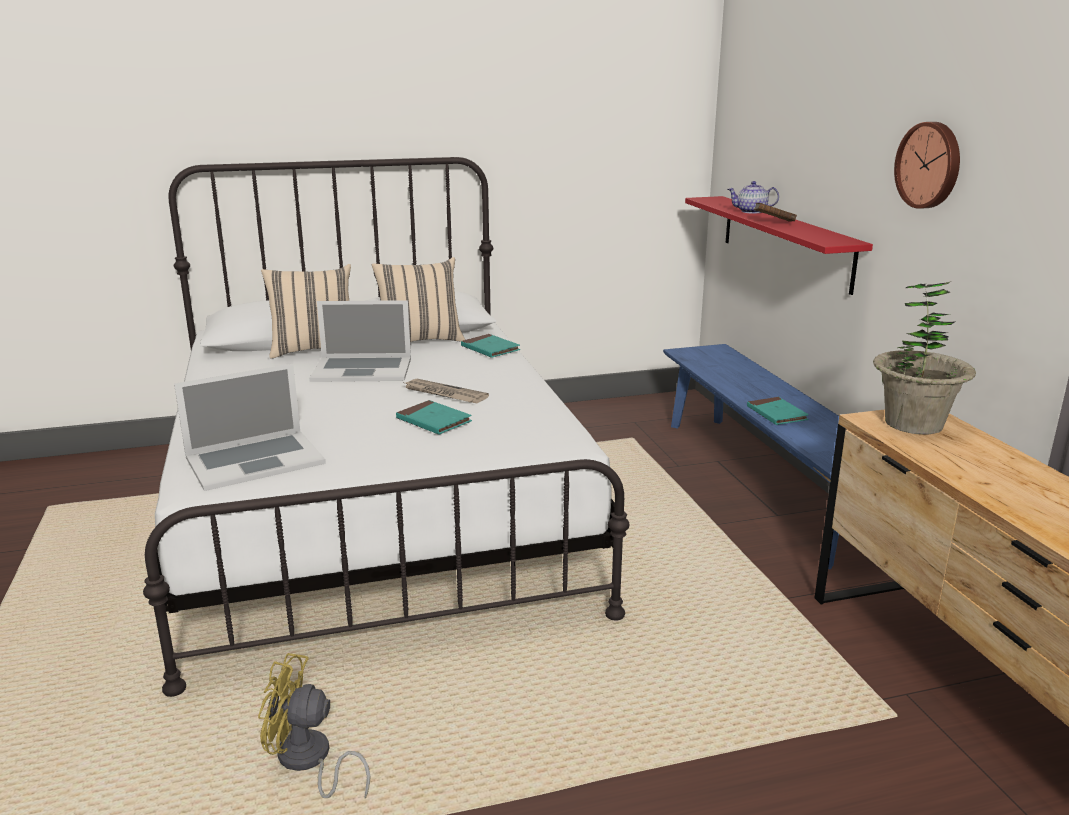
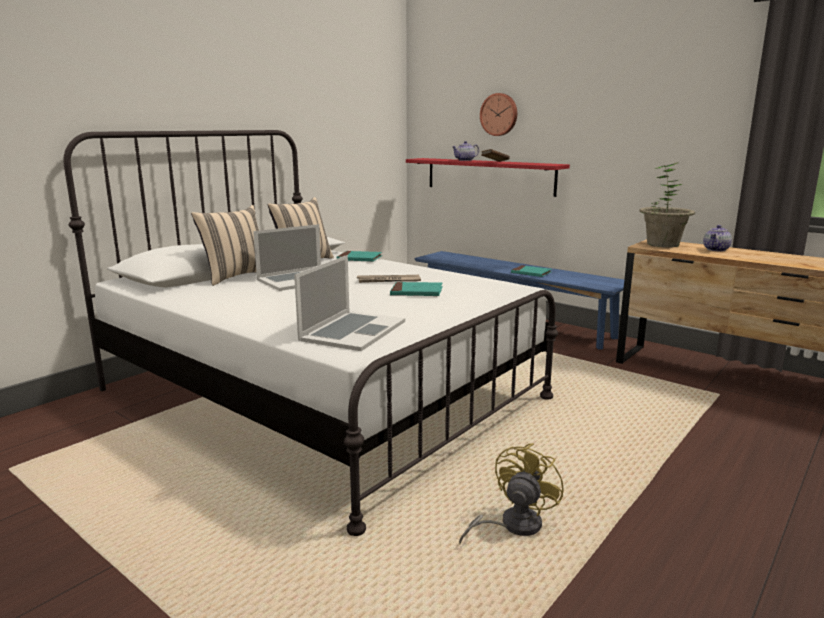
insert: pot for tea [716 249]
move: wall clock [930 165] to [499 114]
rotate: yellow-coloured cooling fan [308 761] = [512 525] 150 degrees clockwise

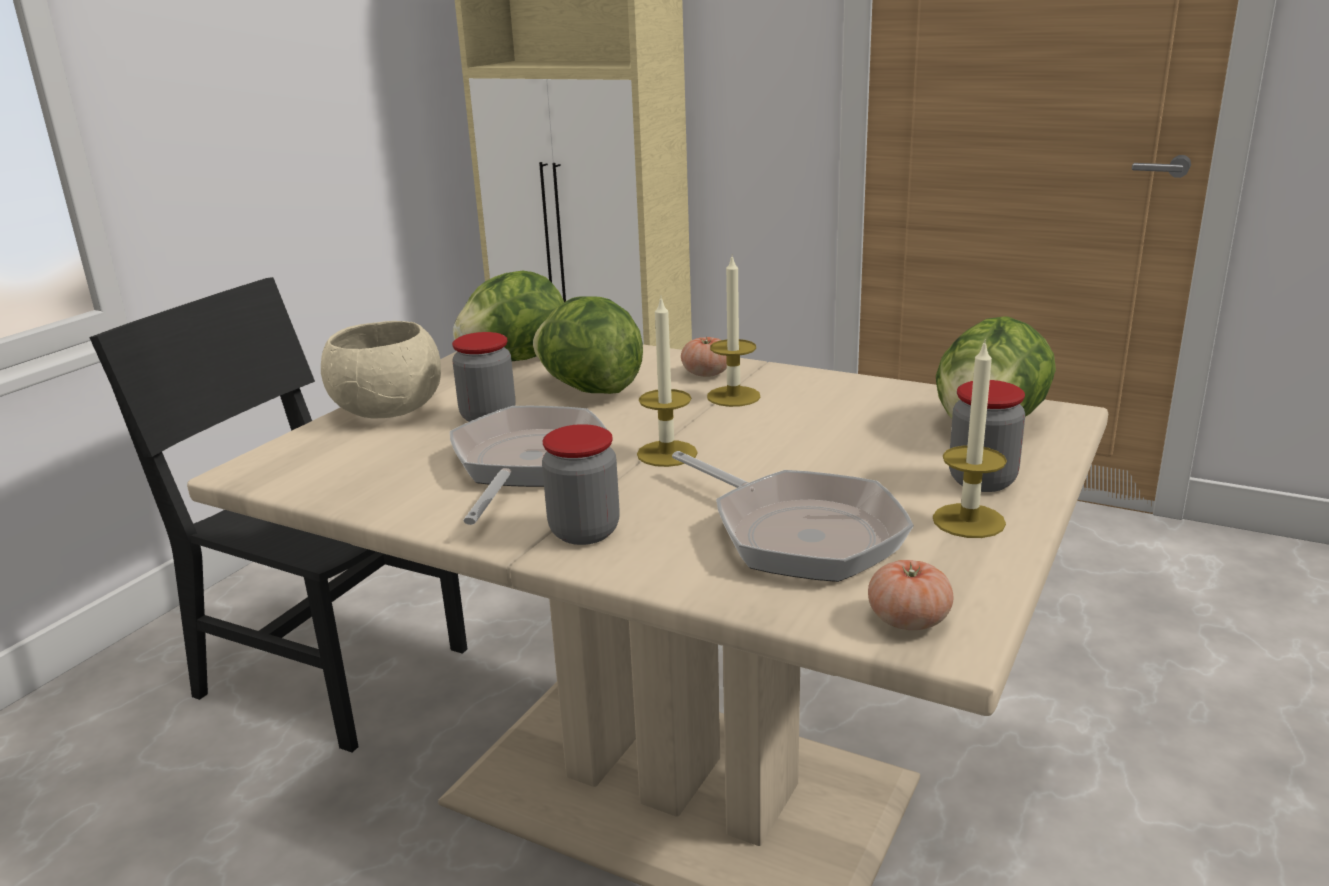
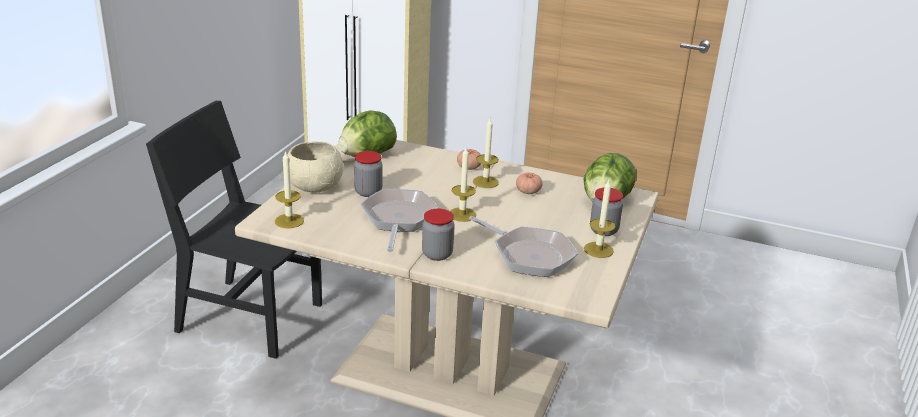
delete: lettuce [589 389]
insert: wax light [289 221]
move: tomato [908 620] to [528 191]

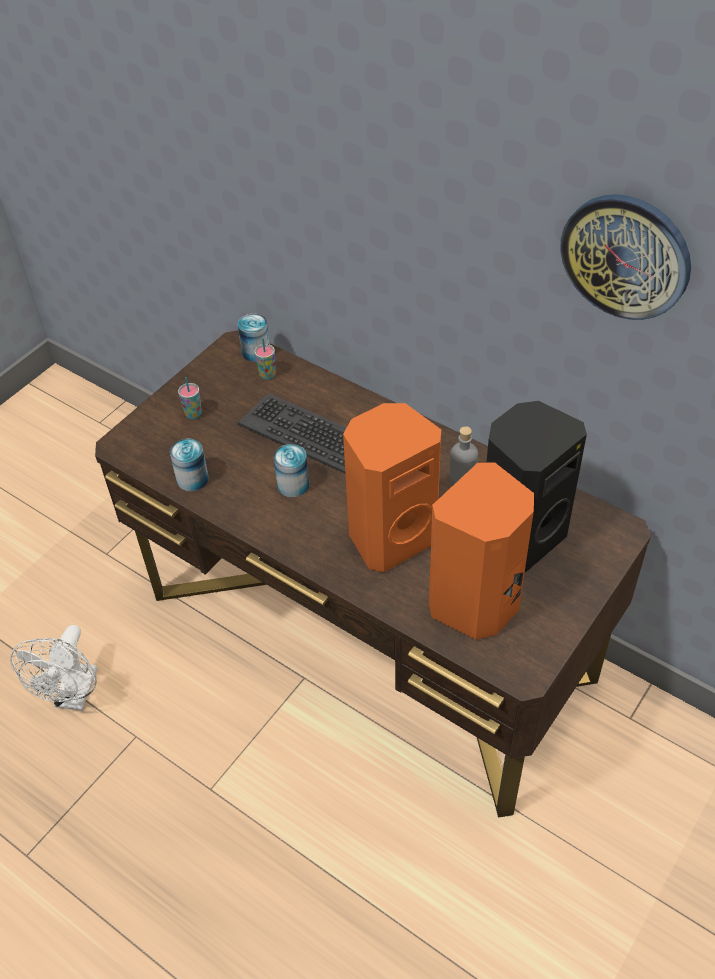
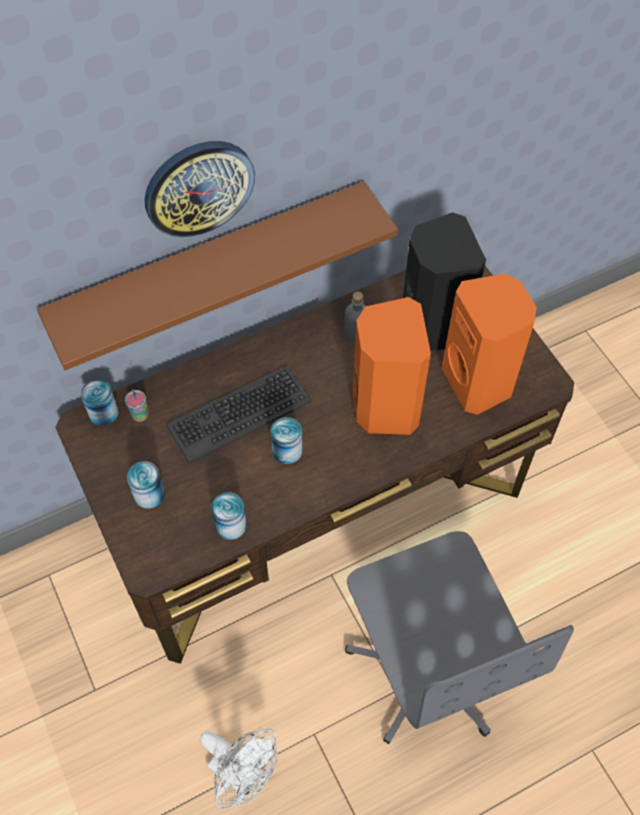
insert: brownish shelf [210 269]; greyish office chair [428 669]
move: wall clock [626 256] to [198 187]
replace: small cup [193 414] to metal can [149 494]

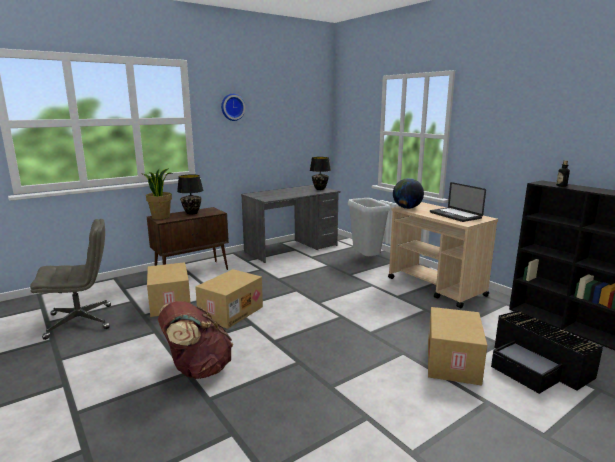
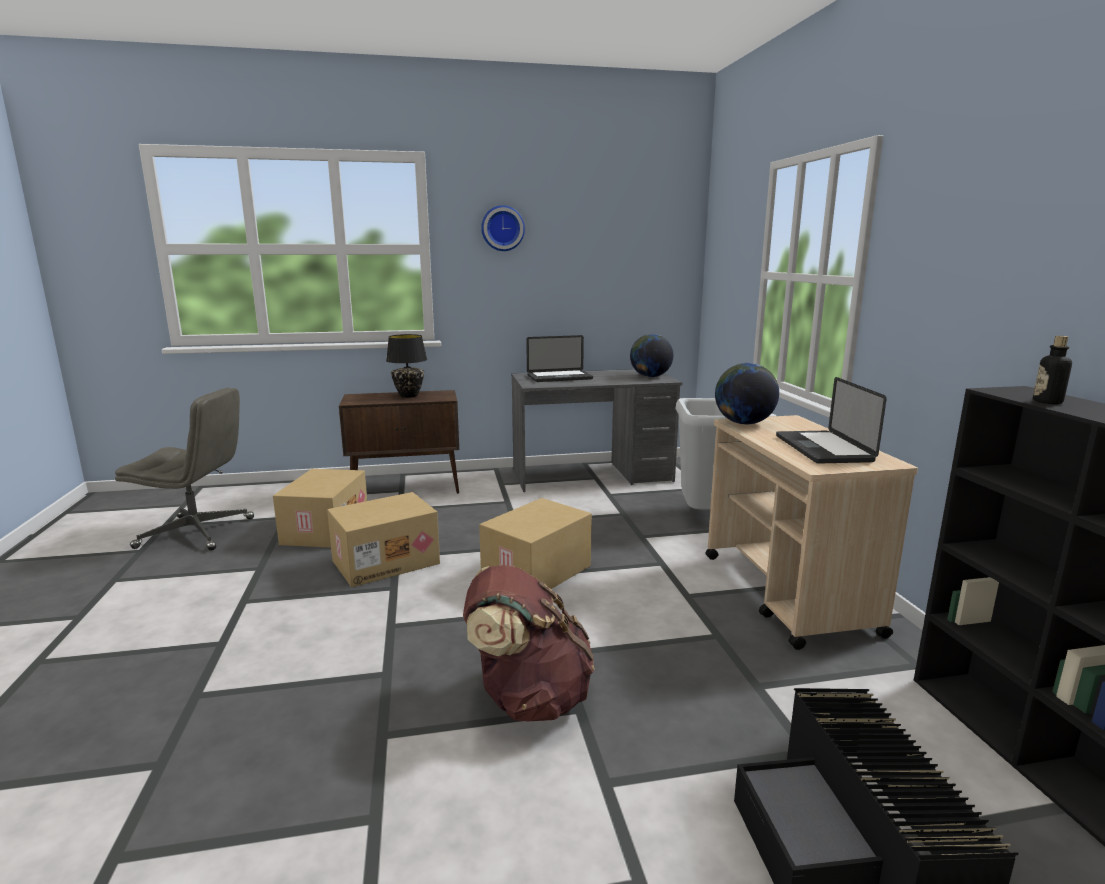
delete: houseplant [161 217]
insert: portable computer [559 377]
move: brownish backpack [197 369] to [528 698]; cardboard box [454 362] to [537 573]
replace: black lamp for a table [319 189] to world globe [650 376]

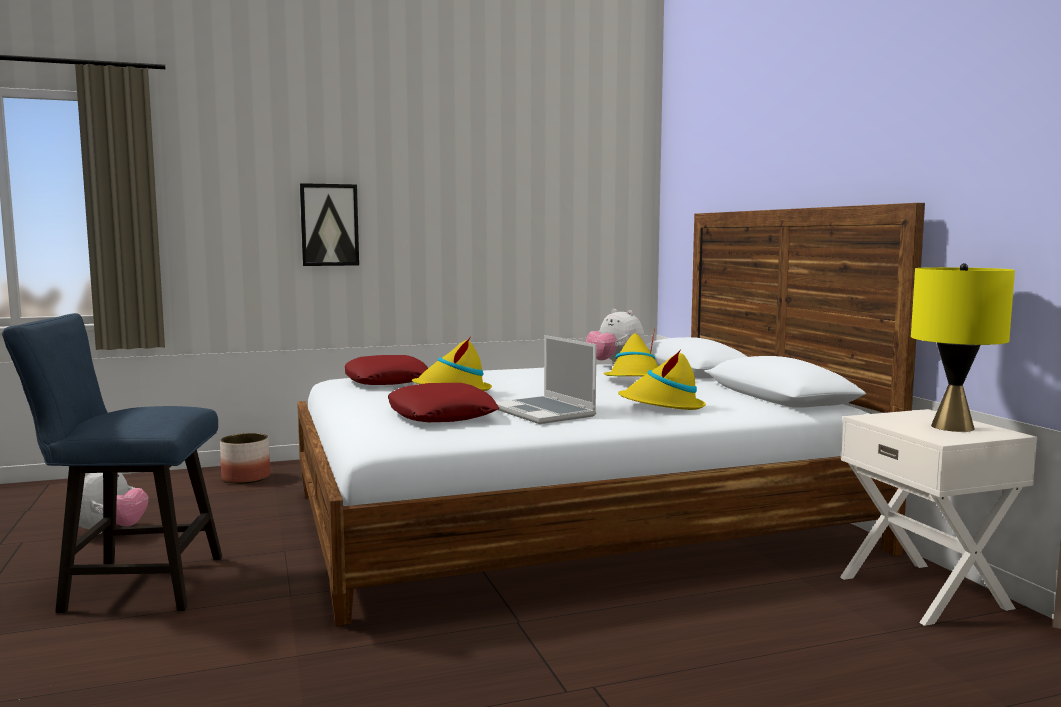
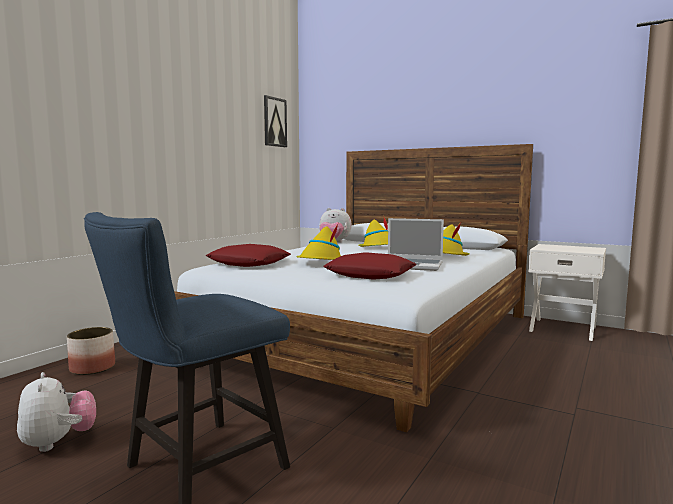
delete: yellow-coloured lamp for a table [953 427]
move: wall picture [329 225] to [274 122]

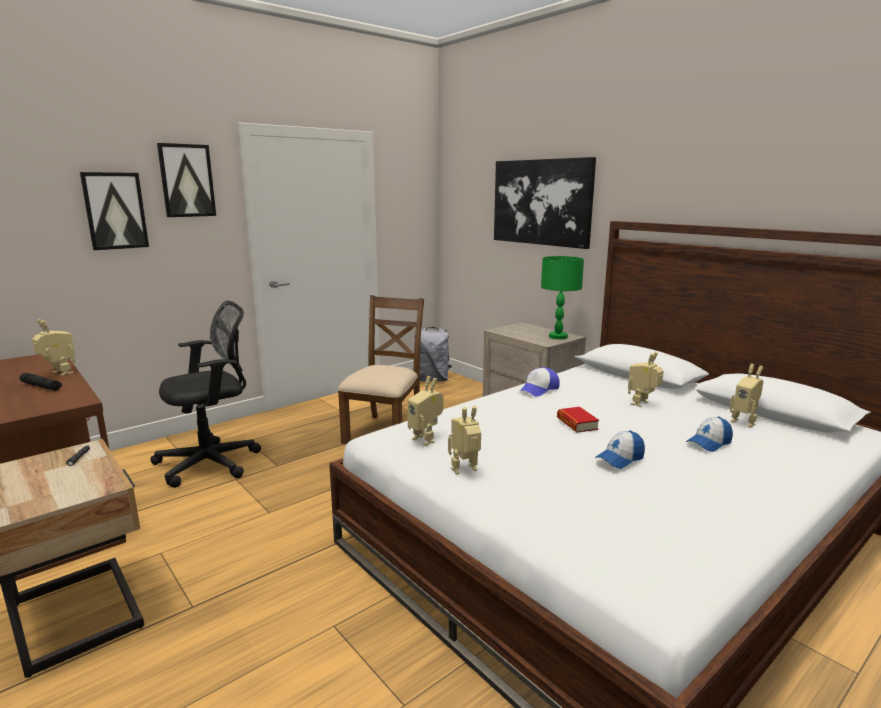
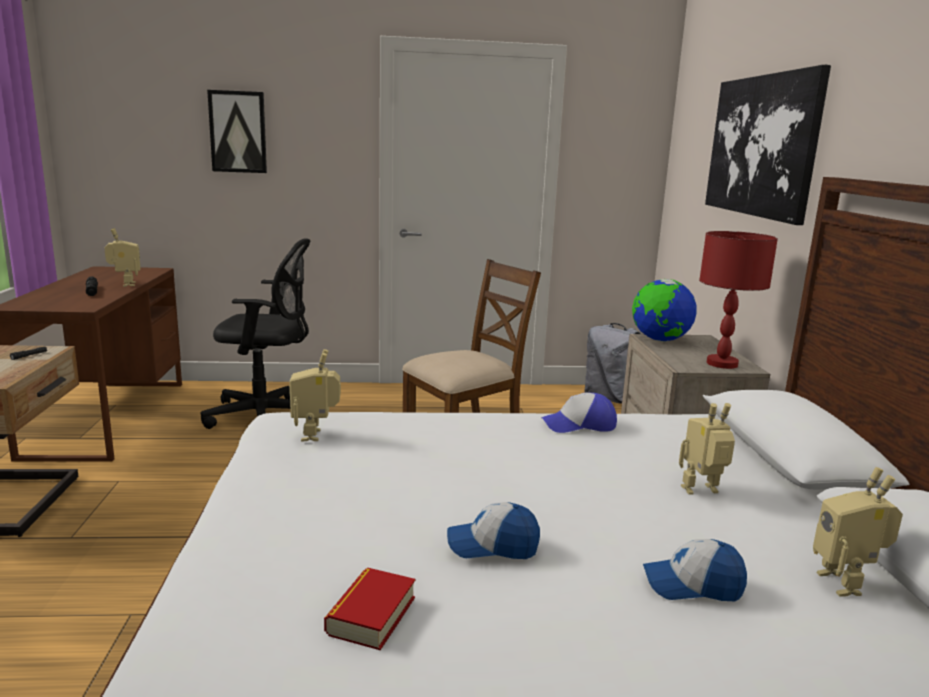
delete: wall picture [187 180]; model robot [466 471]
insert: world globe [660 340]
move: book [577 423] to [371 615]
recolor: greenish lamp for a table [557 337] to red lamp for a table [721 363]

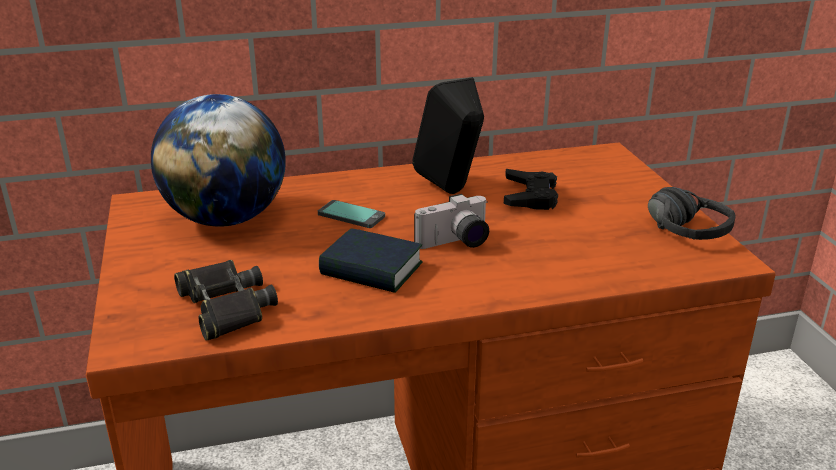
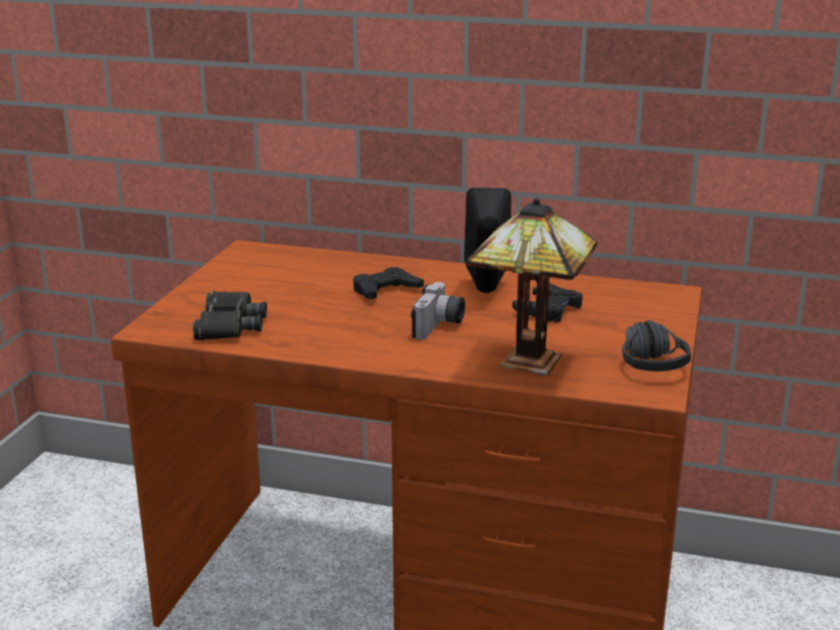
delete: world globe [226 219]; book [371 269]
insert: lamp for a table [525 362]
replace: handset [351 215] to black joypad [385 290]
rotate: still camera [456 243] = [439 326] 75 degrees counterclockwise

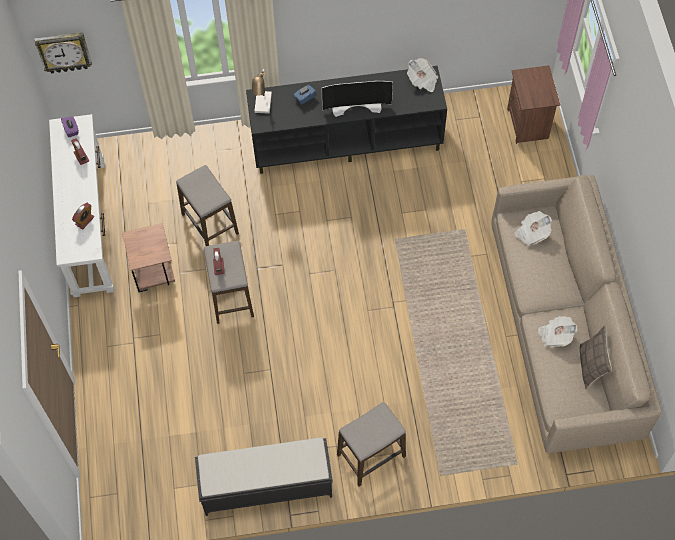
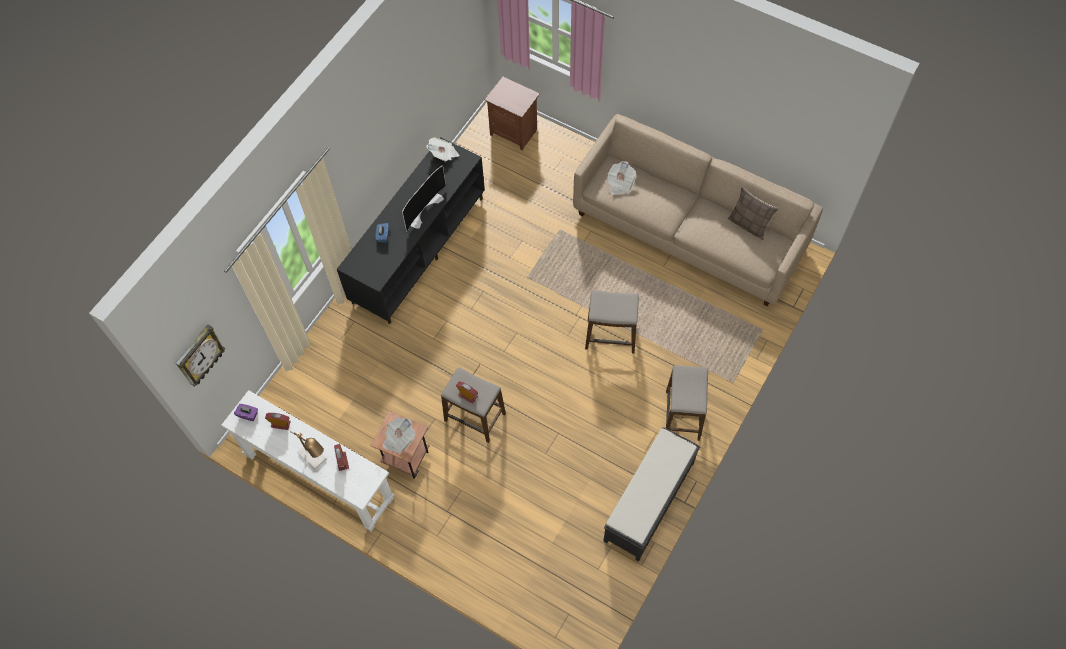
move: sitting stool [210 224] to [611 336]; lamp for a table [263 106] to [315 458]; printed paper [555 335] to [399 439]

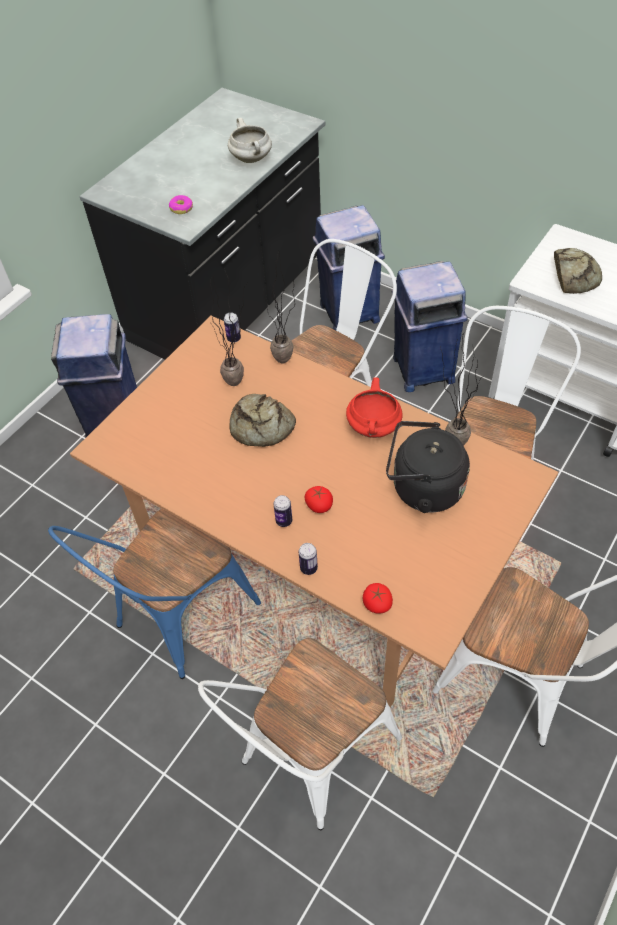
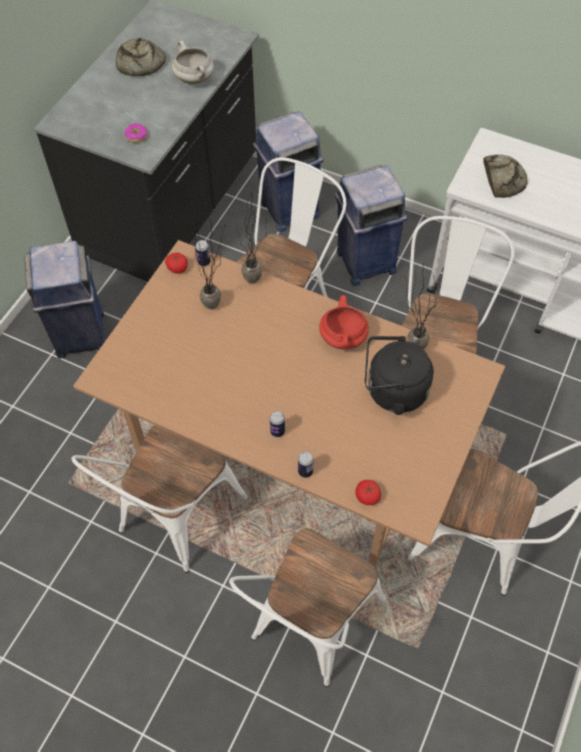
move: bakery bread [261 427] to [140 64]; tomato [319 505] to [177 268]
recolor: blue upright chair [178 620] to white-coloured upright chair [174 520]

